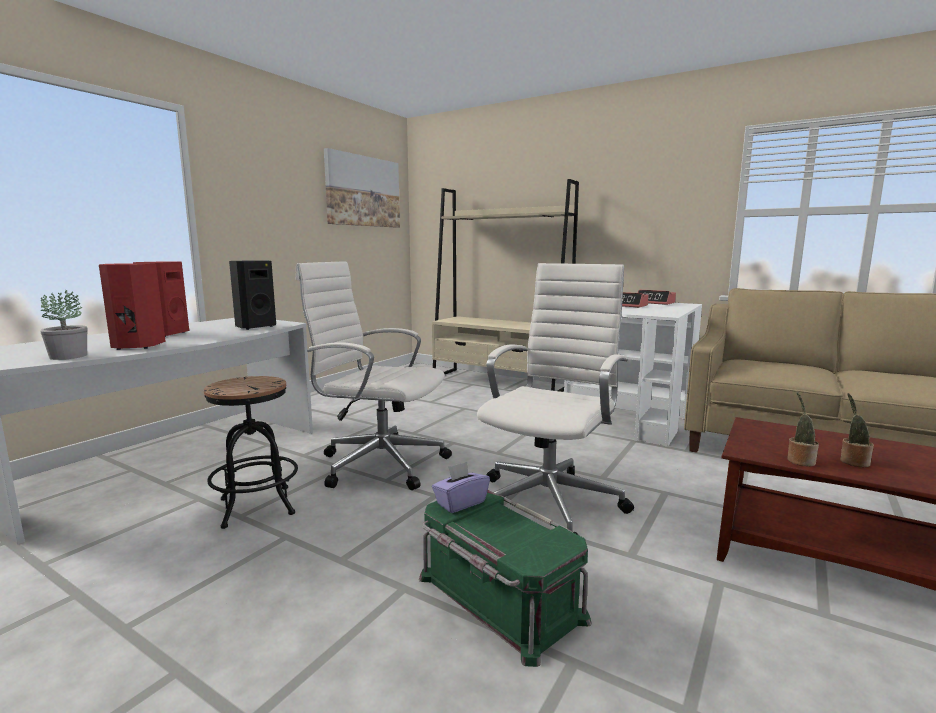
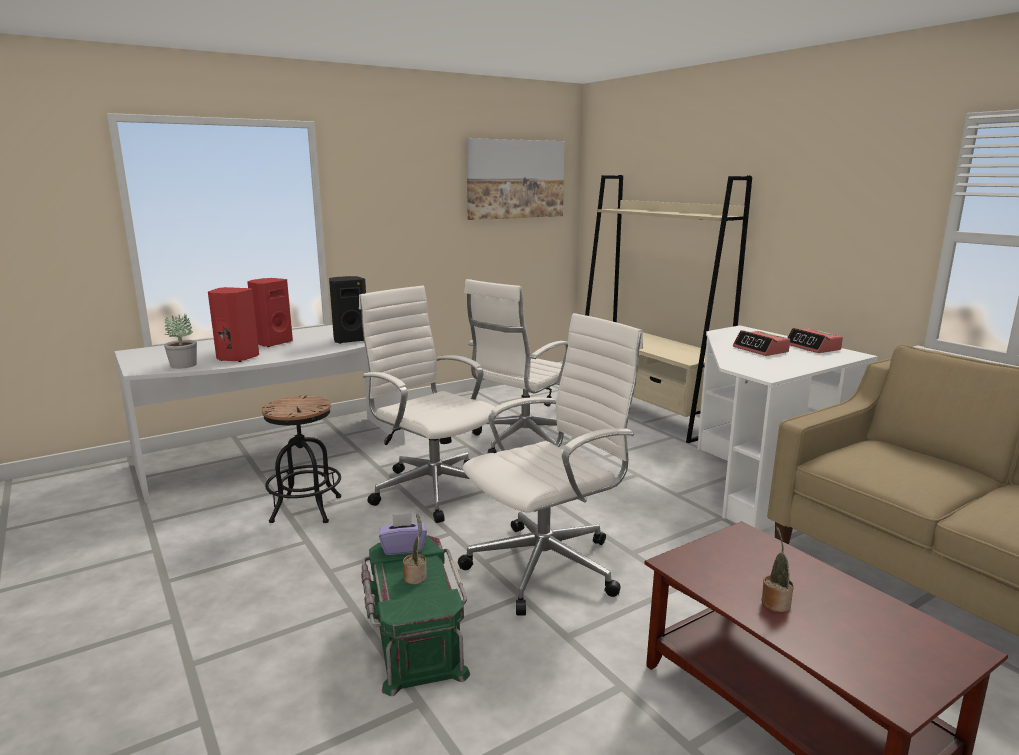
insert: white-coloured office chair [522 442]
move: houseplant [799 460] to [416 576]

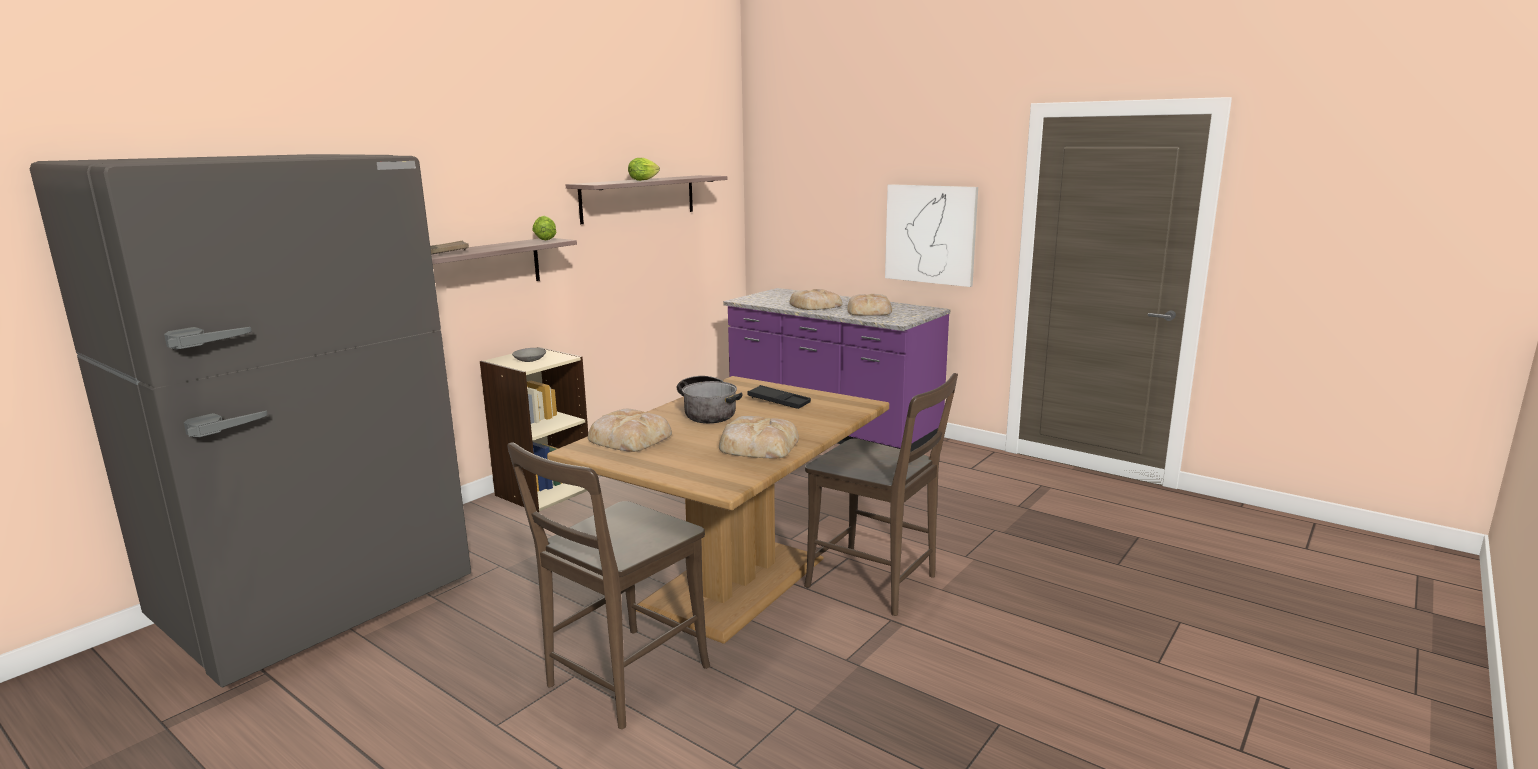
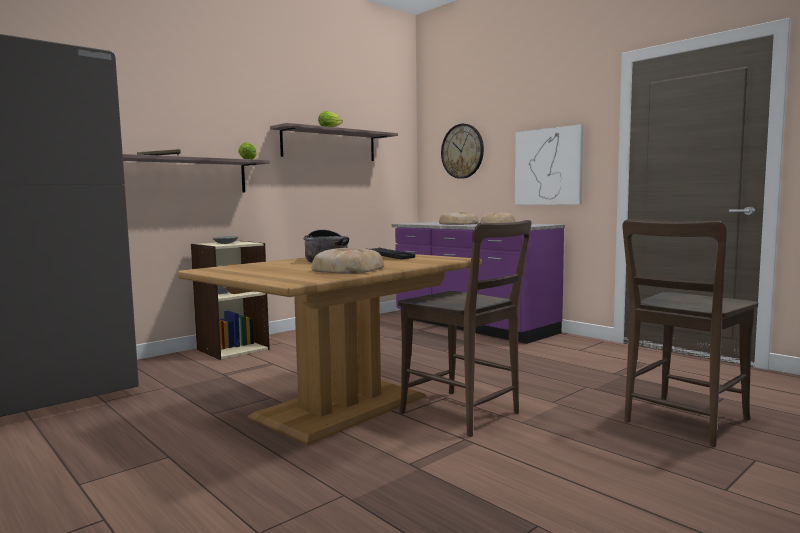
delete: bakery bread [629 438]
insert: wall clock [462 151]
move: brownish upright chair [621 680] to [682 422]

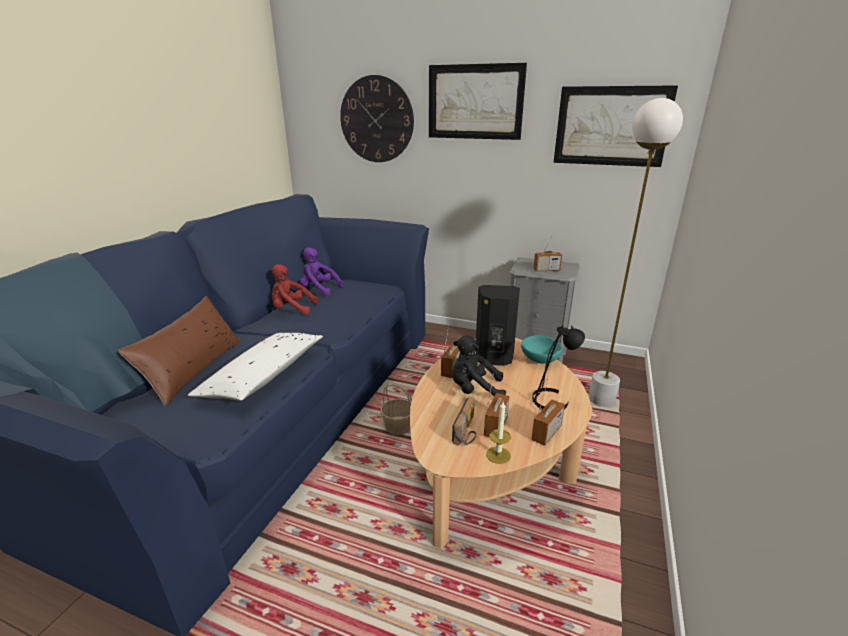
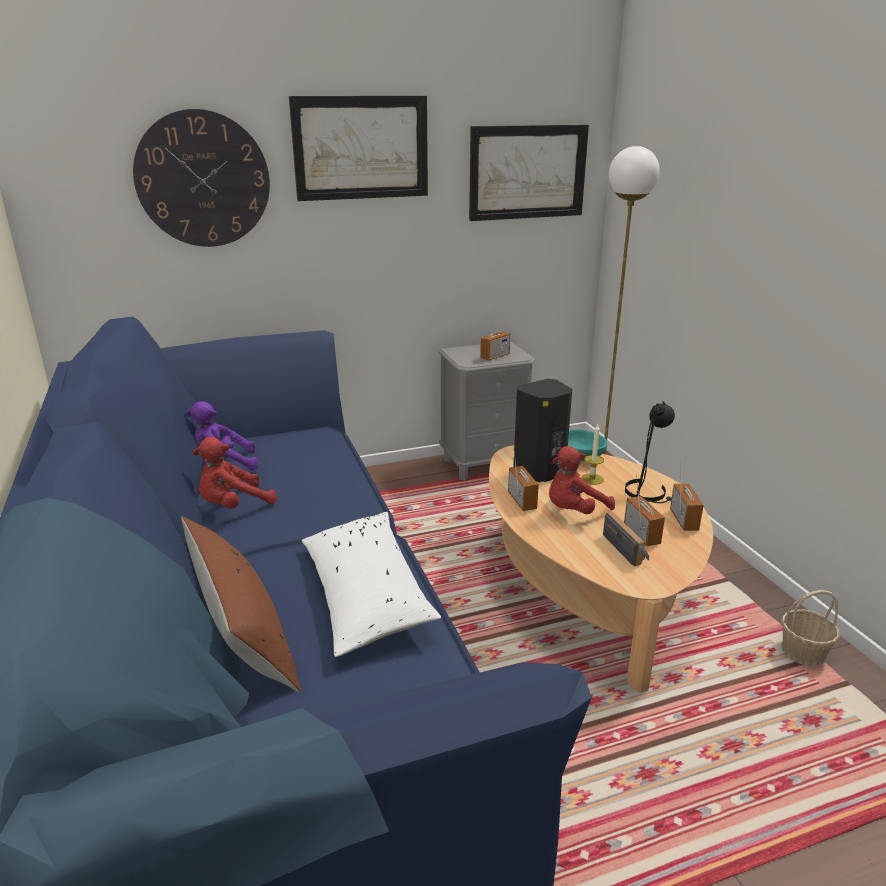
move: household basket [398 427] to [803 653]; wax light [498 455] to [592 479]
recolor: black soft toy [474 390] to red soft toy [574 511]

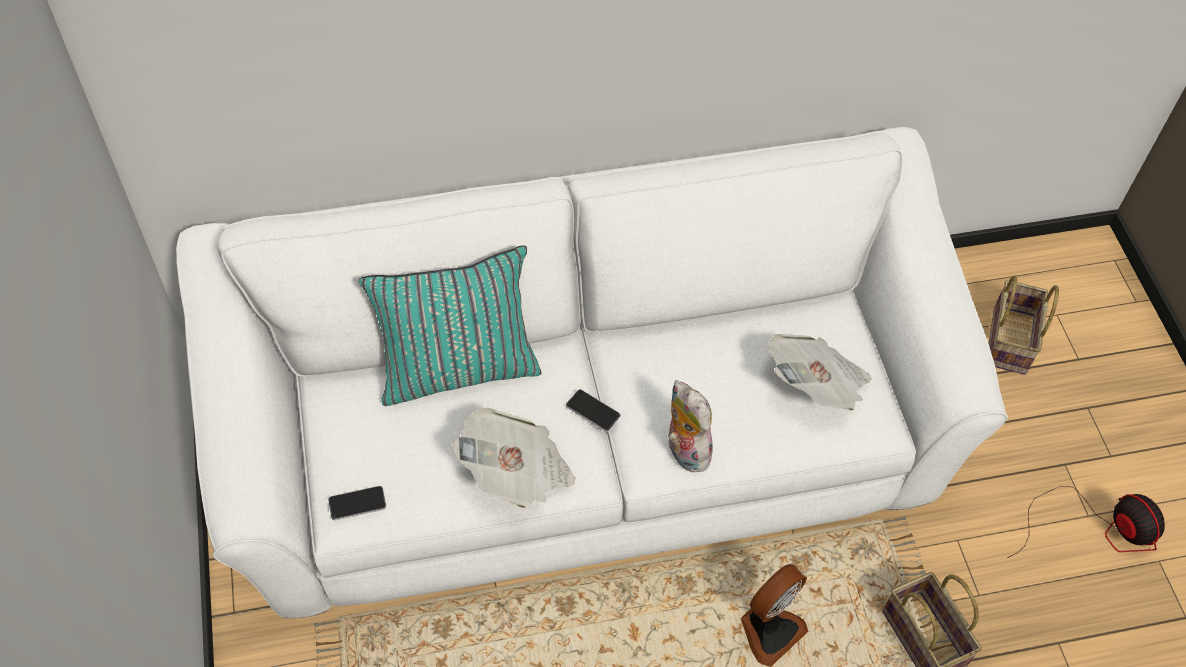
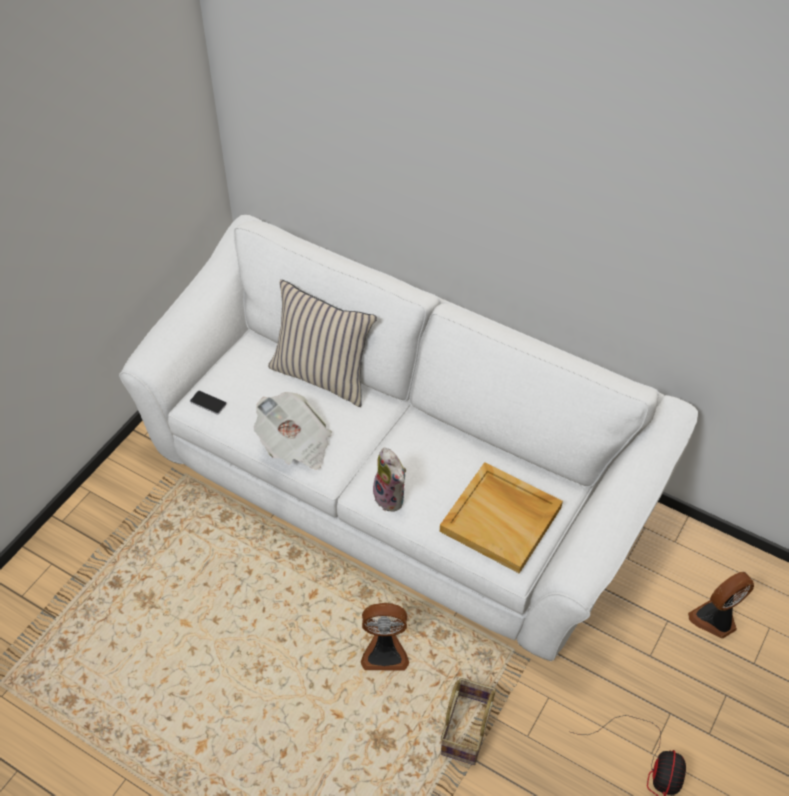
delete: handset [592 411]
replace: printed paper [816 386] to sand-coloured tray [502 519]; household basket [1011 342] to cooling fan [716 619]
recolor: blue-green cushion [457 368] to sand-coloured cushion [322 375]
rotate: soft toy [684 450] = [391 497] 135 degrees clockwise

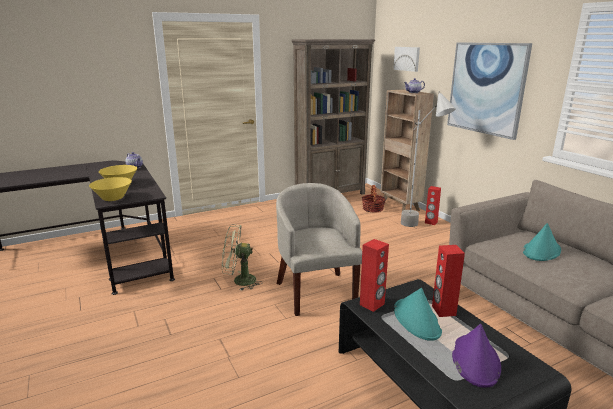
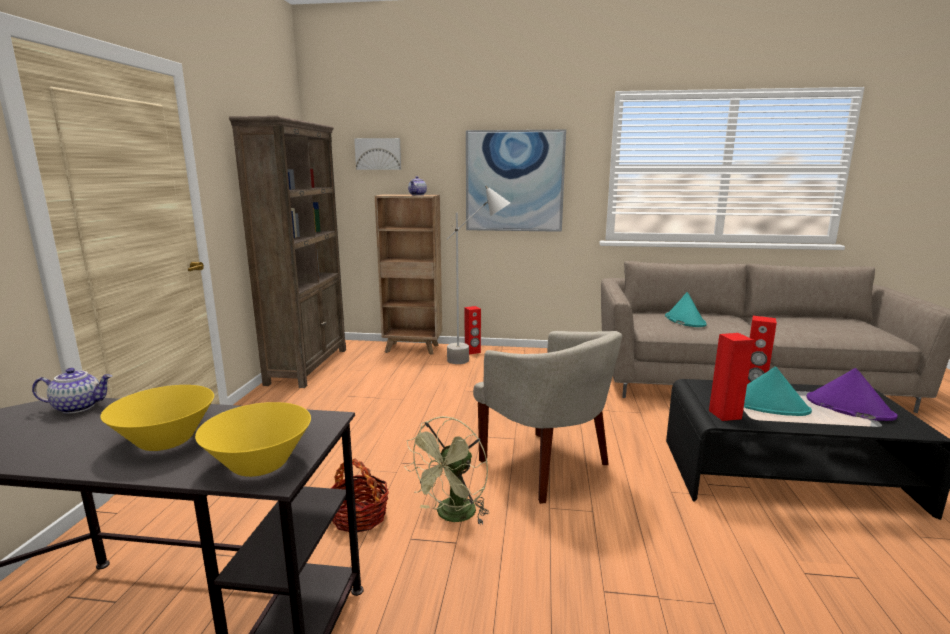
move: household basket [373 209] to [359 516]
rotate: sand-coloured armchair [316 291] = [546 466] 150 degrees counterclockwise

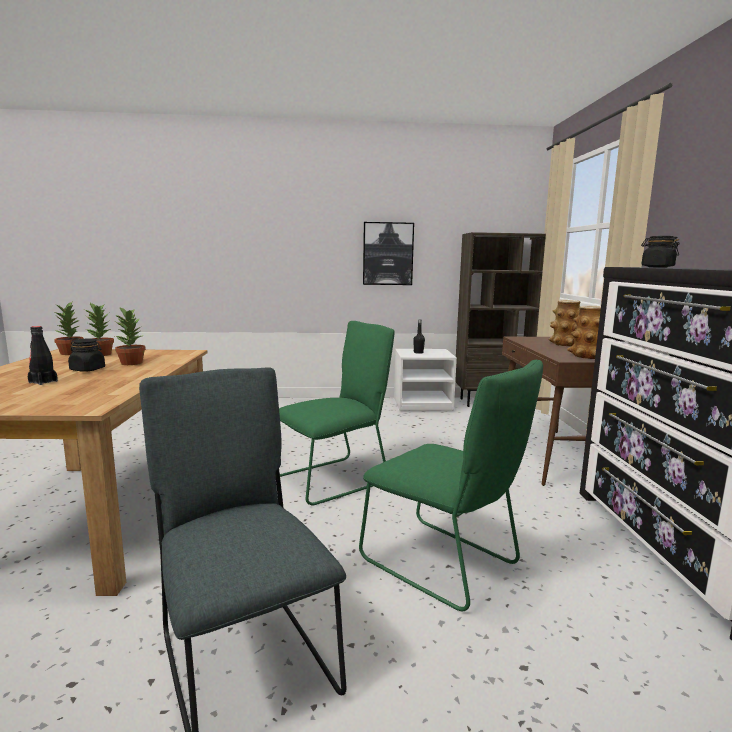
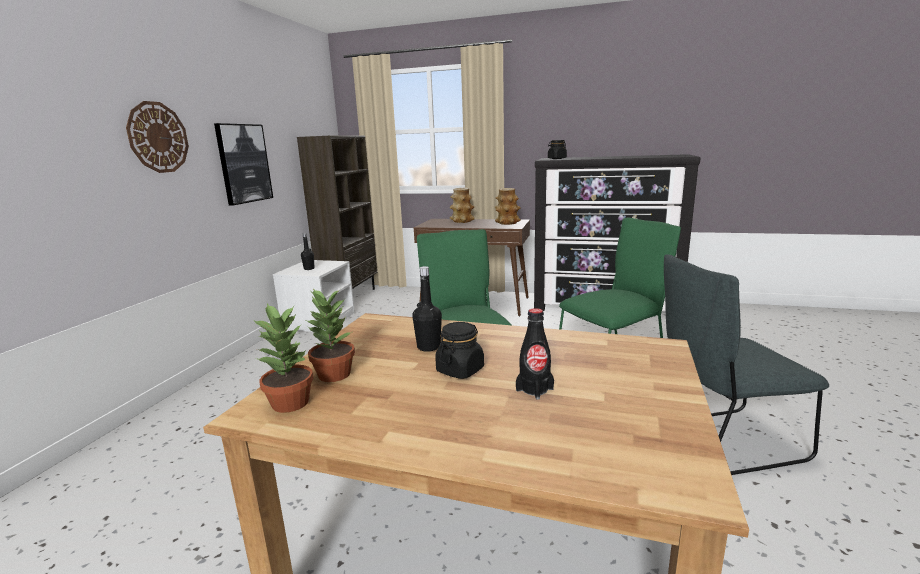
insert: wall clock [158 137]
replace: houseplant [132 363] to black drink bottle [428 347]

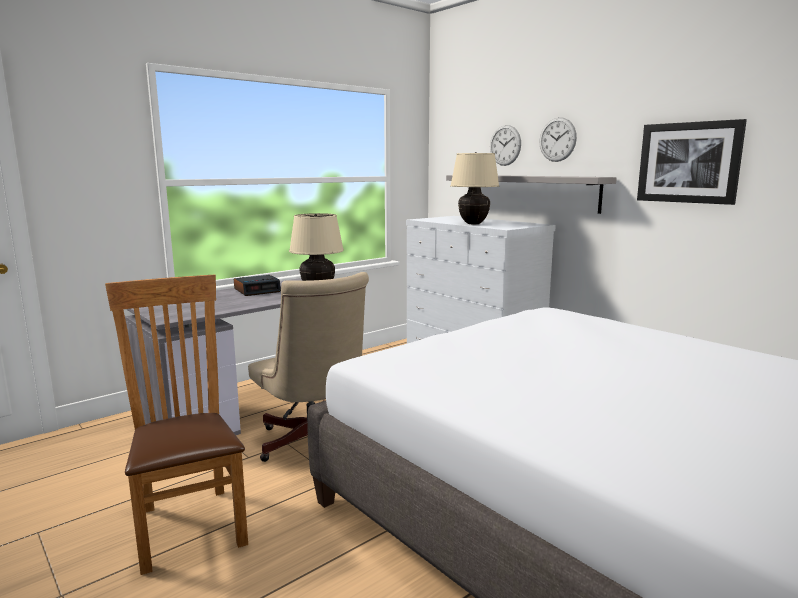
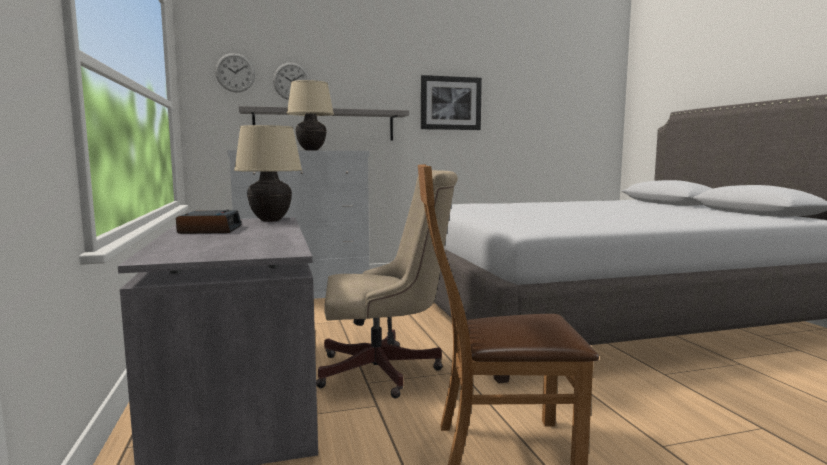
move: wall clock [557 139] to [235 72]

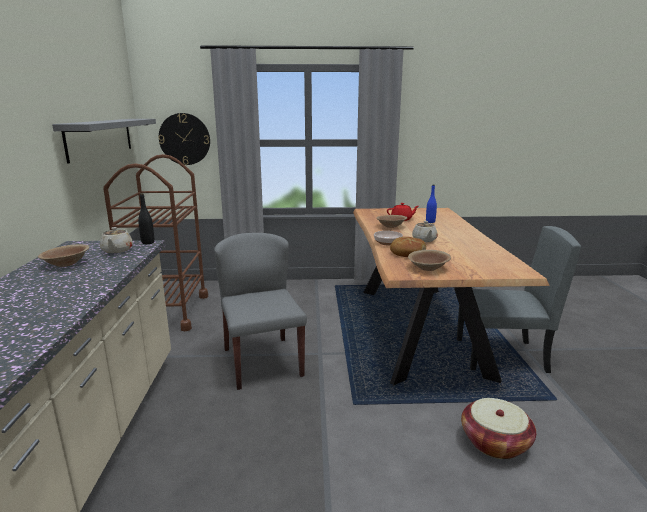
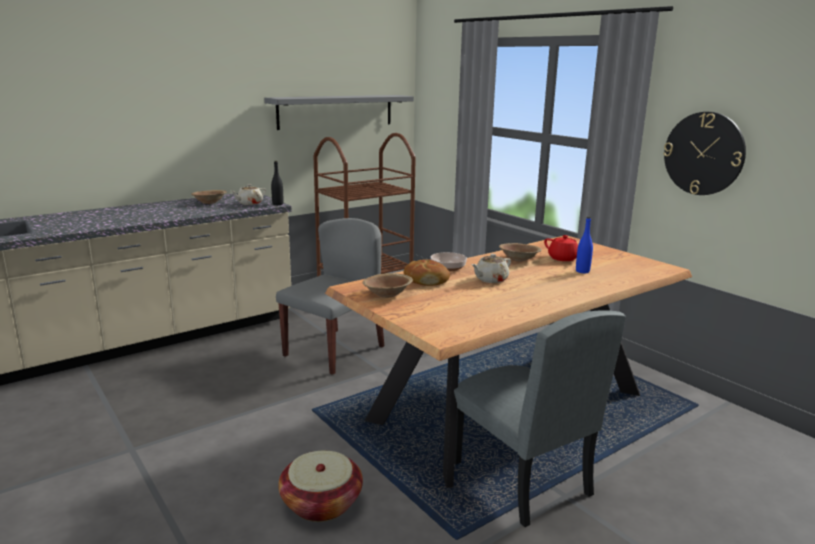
move: wall clock [184 139] to [704 153]

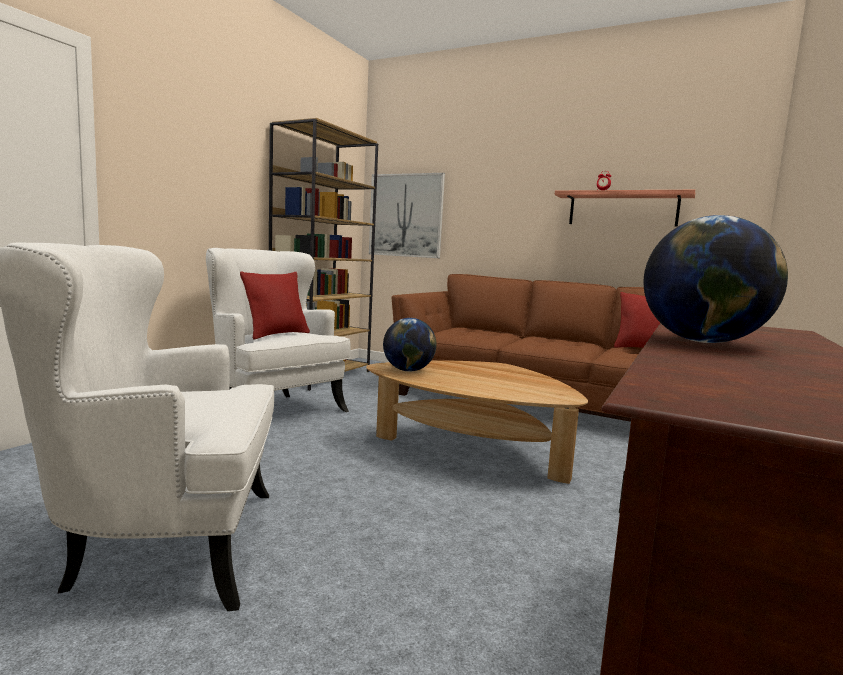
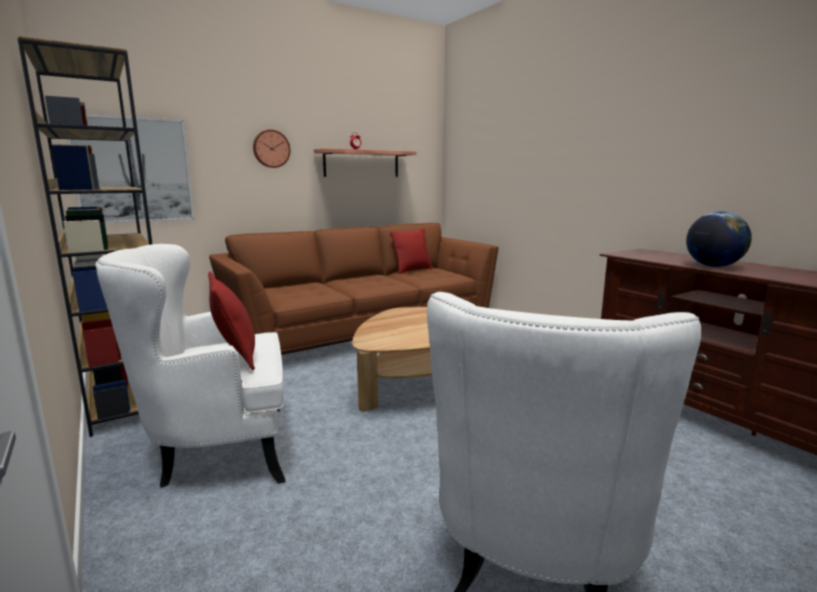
delete: world globe [408 370]
insert: wall clock [271 149]

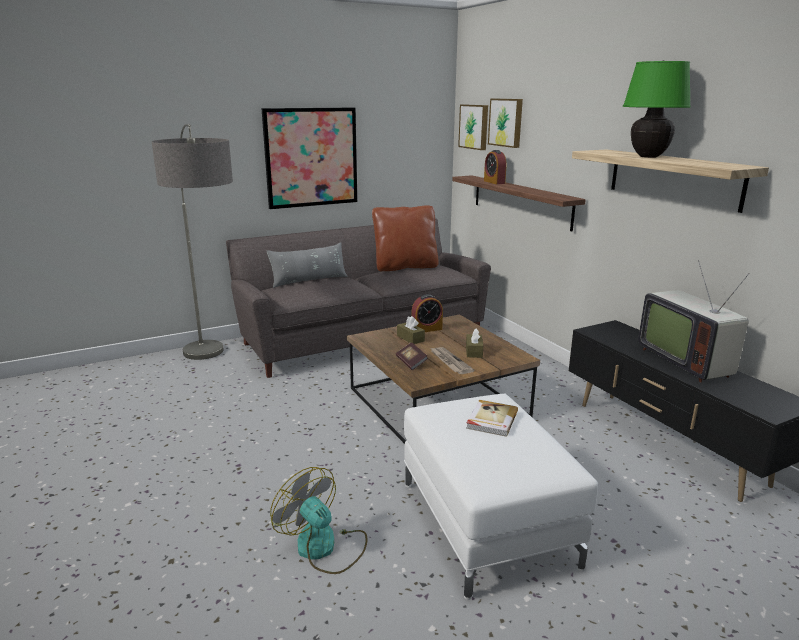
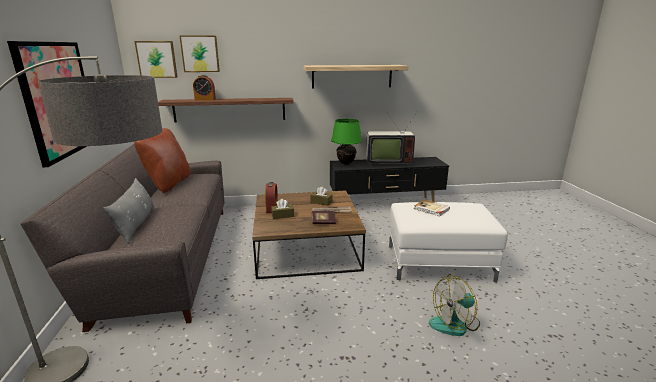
move: greenish lamp for a table [648 156] to [346 163]

